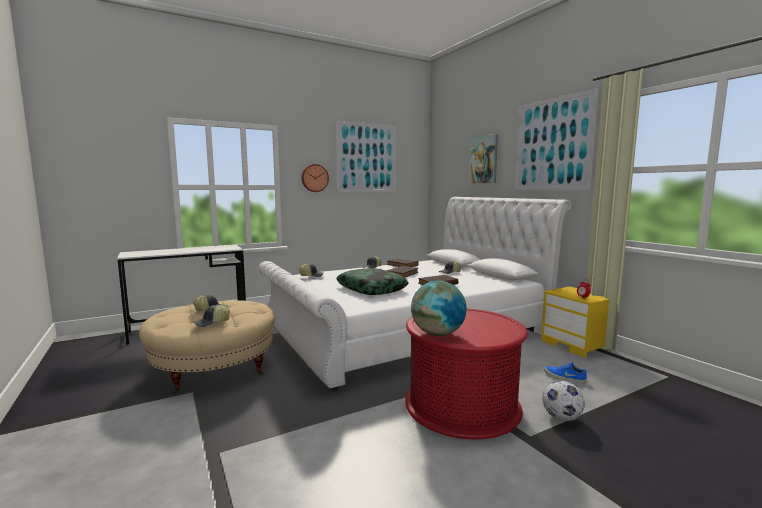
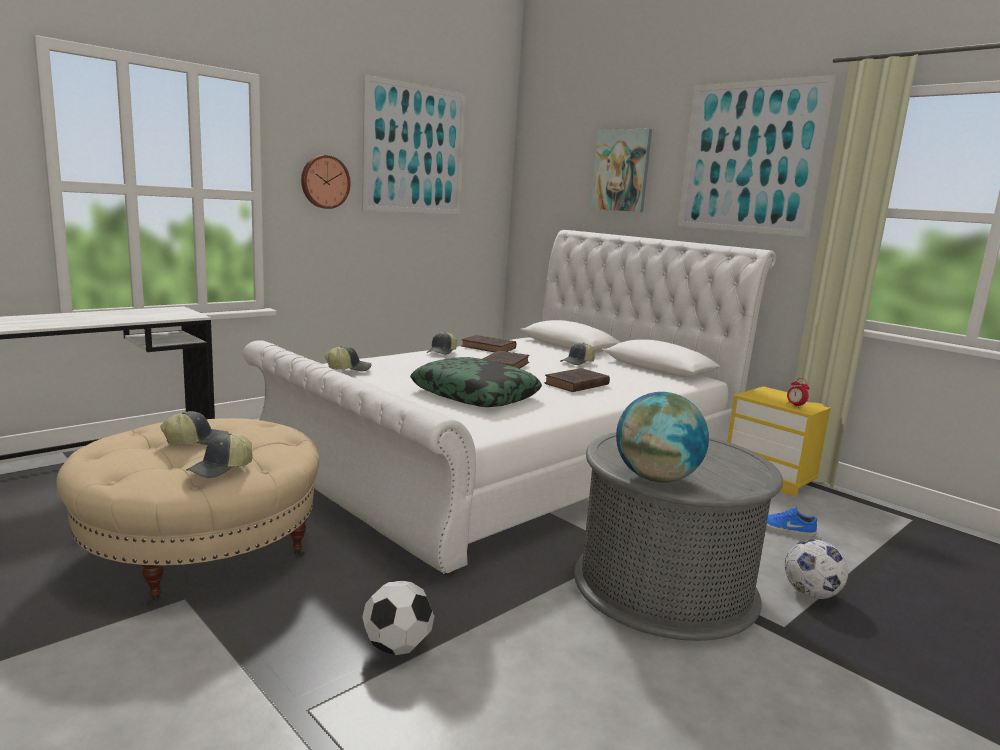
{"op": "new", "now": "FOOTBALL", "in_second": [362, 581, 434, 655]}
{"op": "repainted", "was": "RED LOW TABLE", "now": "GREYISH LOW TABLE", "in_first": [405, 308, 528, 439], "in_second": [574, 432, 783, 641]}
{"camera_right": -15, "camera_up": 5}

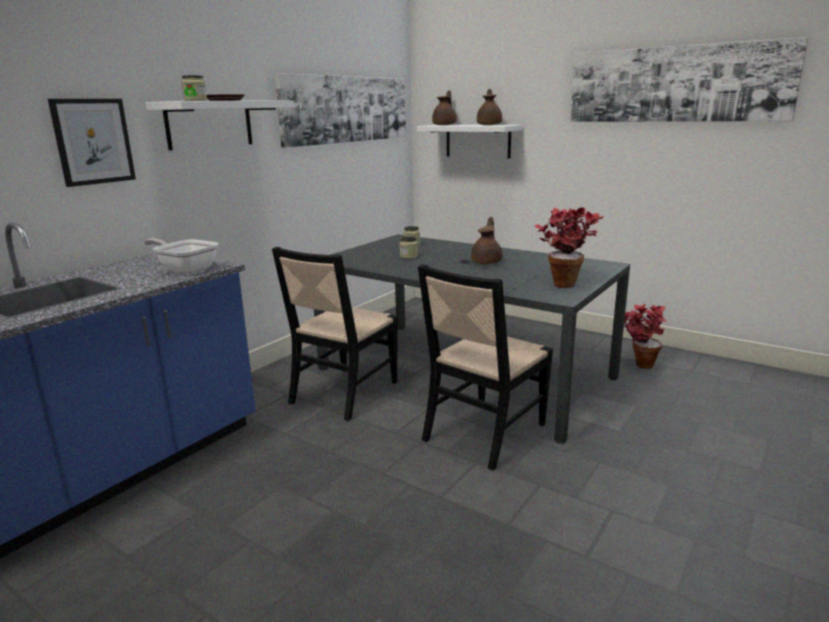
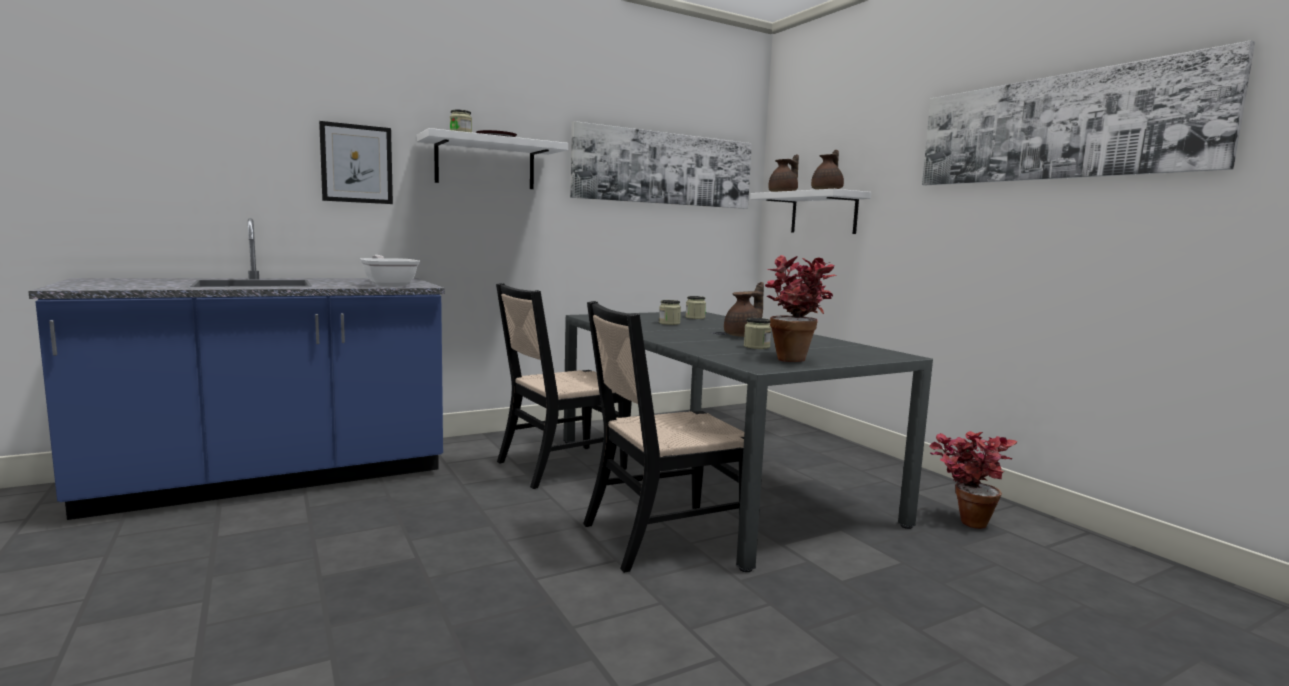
{"op": "new", "now": "JAR", "in_second": [744, 318, 771, 349]}
{"camera_right": 25, "camera_up": -10}

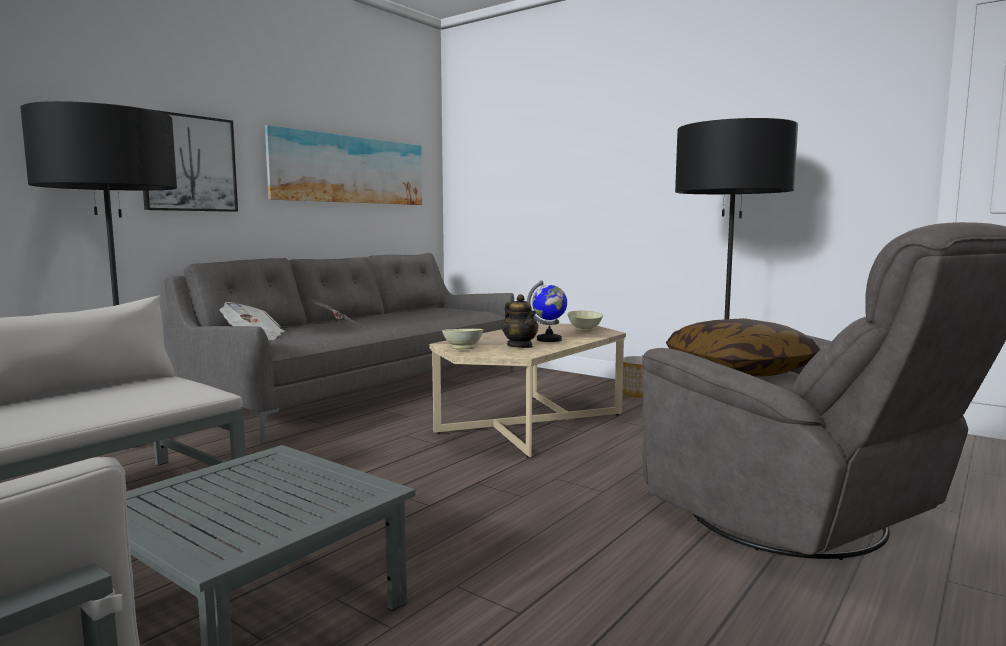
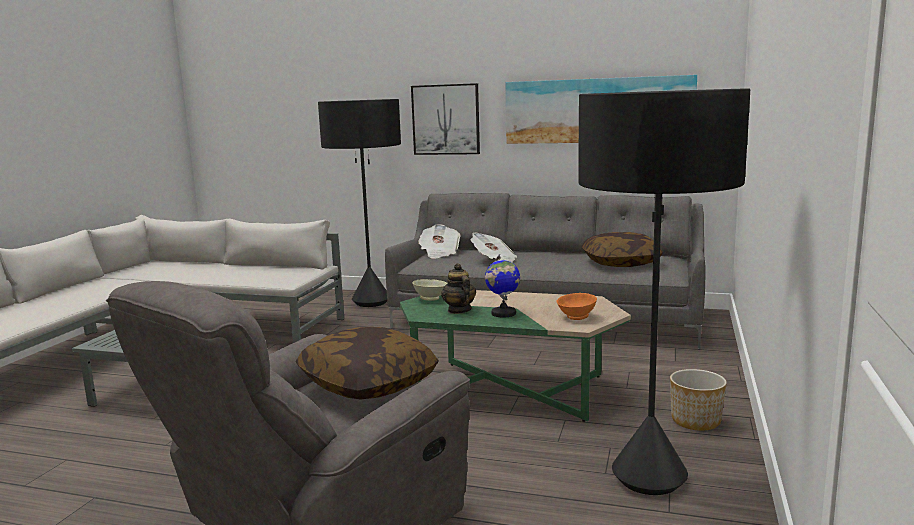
{"op": "new", "now": "CUSHION", "in_second": [582, 232, 663, 267]}
{"op": "repainted", "was": "SAND-COLOURED LOW TABLE", "now": "GREENISH LOW TABLE", "in_first": [429, 323, 626, 458], "in_second": [400, 290, 631, 422]}
{"op": "repainted", "was": "SAND-COLOURED DEEP DISH", "now": "ORANGEY DEEP DISH", "in_first": [567, 311, 603, 332], "in_second": [557, 293, 597, 320]}
{"op": "rotated", "was": "TEAPOT", "in_first": [502, 294, 538, 348], "in_second": [441, 263, 476, 314], "clockwise": 120}
{"camera_right": 70, "camera_up": 5}

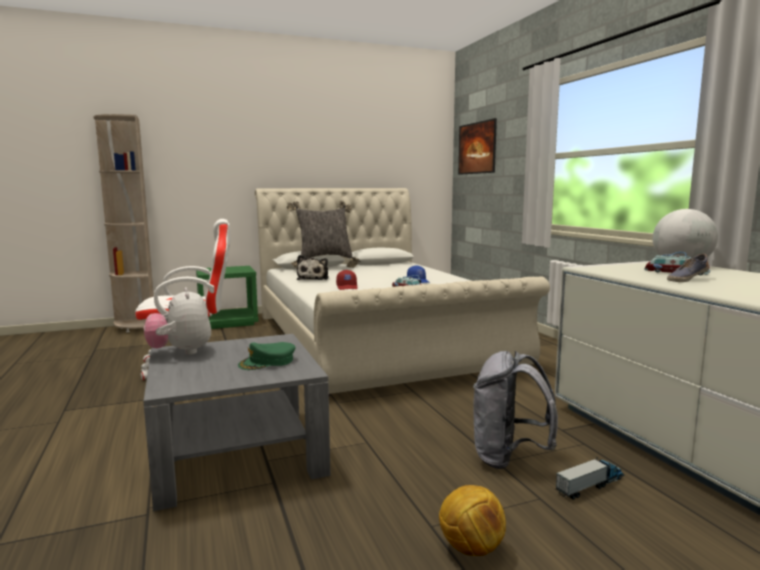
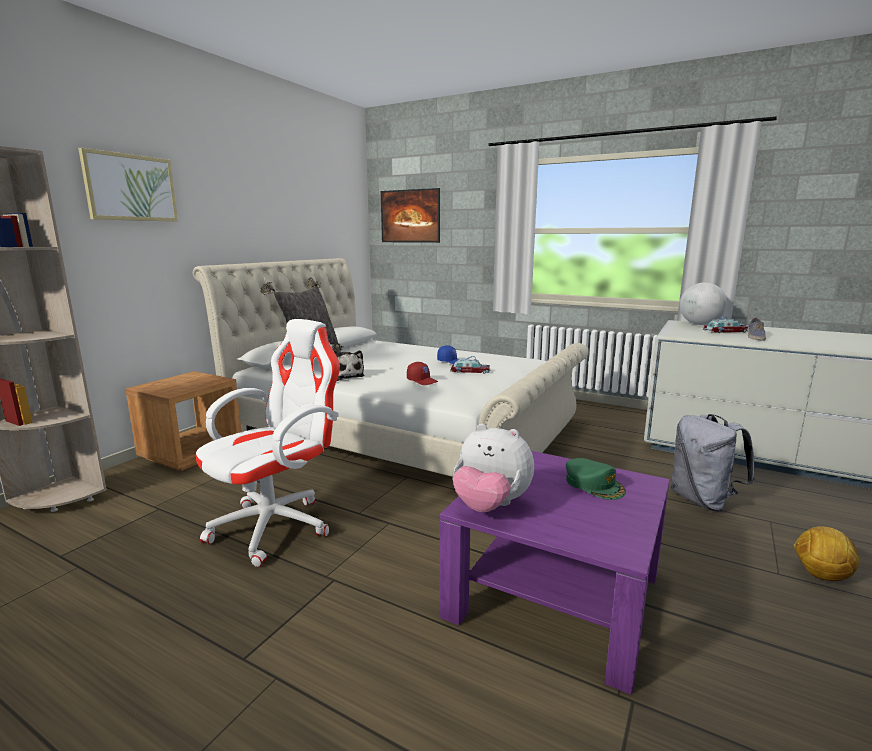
{"op": "gone", "was": "TOY TRUCK", "in_first": [556, 457, 624, 500]}
{"op": "new", "now": "WALL ART", "in_second": [78, 148, 178, 222]}
{"op": "repainted", "was": "GREYISH LOW TABLE", "now": "PURPLE LOW TABLE", "in_first": [143, 334, 330, 511], "in_second": [440, 451, 670, 695]}
{"op": "repainted", "was": "GREENISH BEDSIDE TABLE", "now": "BROWN BEDSIDE TABLE", "in_first": [196, 266, 259, 329], "in_second": [125, 371, 241, 471]}
{"op": "rotated", "was": "GREENISH PEAKED CAP", "in_first": [238, 342, 296, 370], "in_second": [566, 458, 626, 500], "clockwise": -45}
{"camera_right": -40, "camera_up": 5}

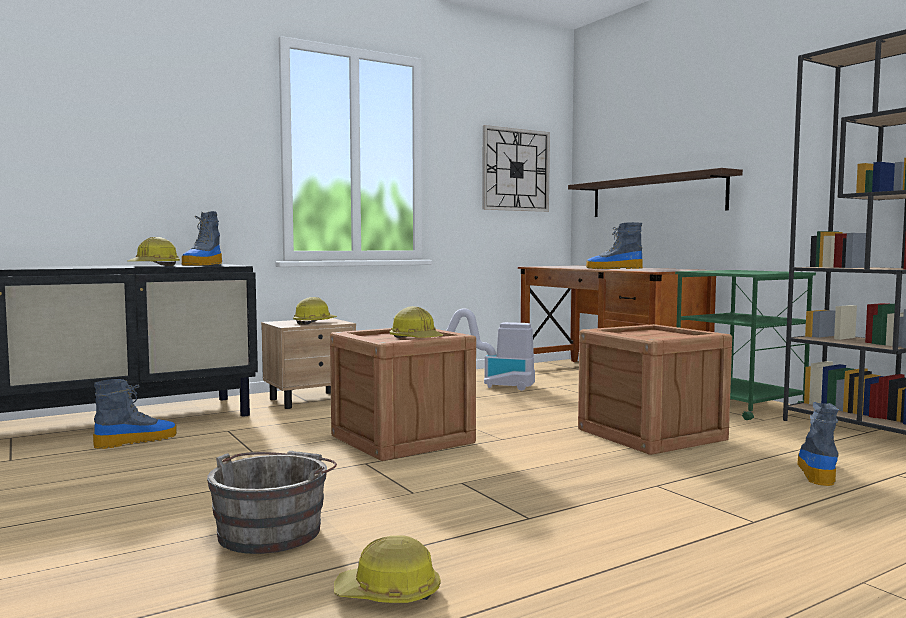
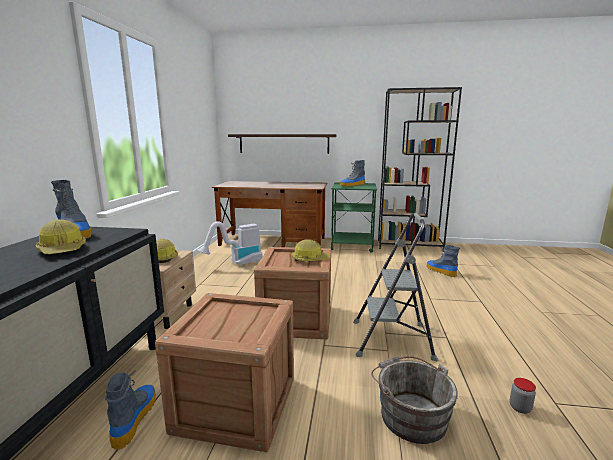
{"op": "gone", "was": "HANGING CLOCK", "in_first": [482, 125, 550, 212]}
{"op": "new", "now": "GREYISH STEP STOOL", "in_second": [353, 213, 438, 361]}
{"op": "shifted", "was": "PACKING CRATE", "in_first": [578, 324, 732, 455], "in_second": [155, 293, 294, 452]}
{"op": "shifted", "was": "TALL BOOT", "in_first": [586, 222, 643, 269], "in_second": [340, 160, 365, 187]}
{"op": "swapped", "was": "WORK HELMET", "now": "JAR", "in_first": [334, 536, 441, 603], "in_second": [510, 378, 536, 414]}
{"camera_right": -50, "camera_up": 10}

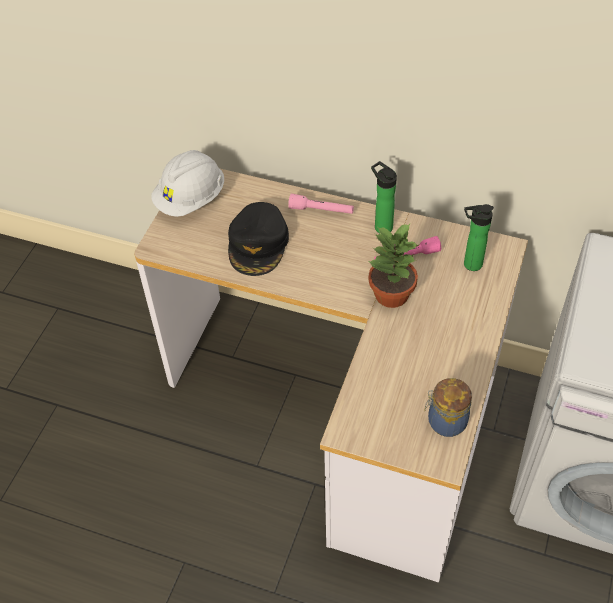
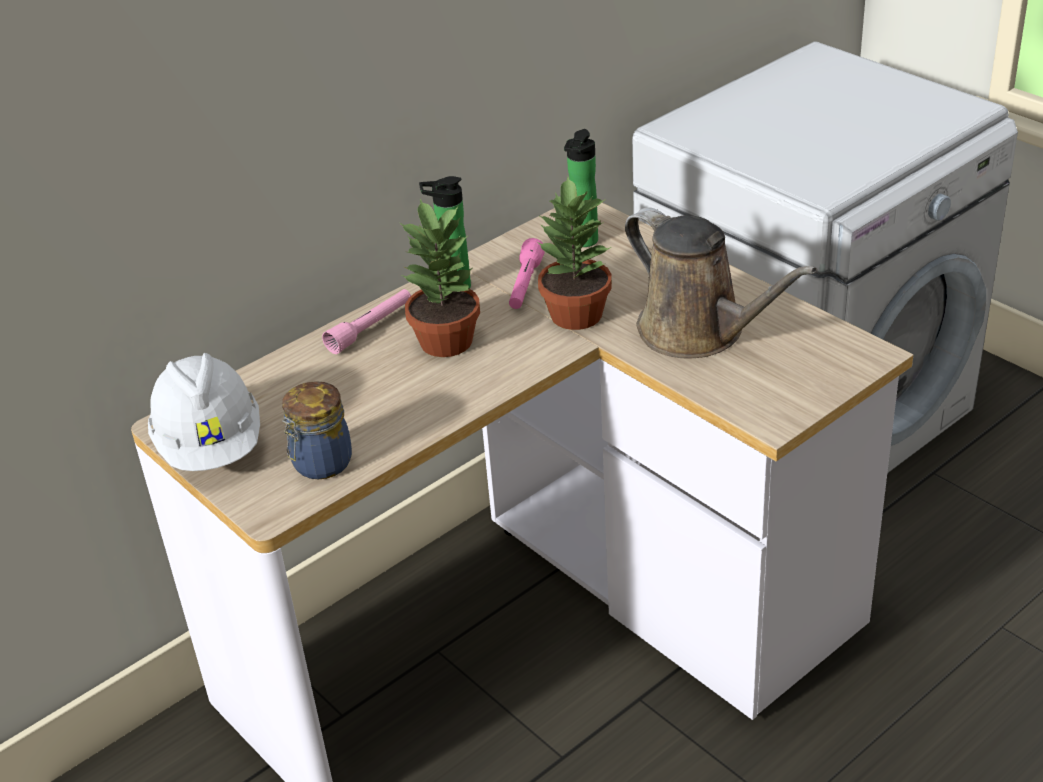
{"op": "gone", "was": "BLACKISH PEAKED CAP", "in_first": [228, 202, 289, 276]}
{"op": "new", "now": "POTTED PLANT", "in_second": [400, 199, 480, 357]}
{"op": "new", "now": "BROWN WATERING CAN", "in_second": [625, 207, 817, 358]}
{"op": "shifted", "was": "JAR", "in_first": [424, 378, 472, 437], "in_second": [282, 381, 352, 480]}
{"camera_right": -60, "camera_up": -15}

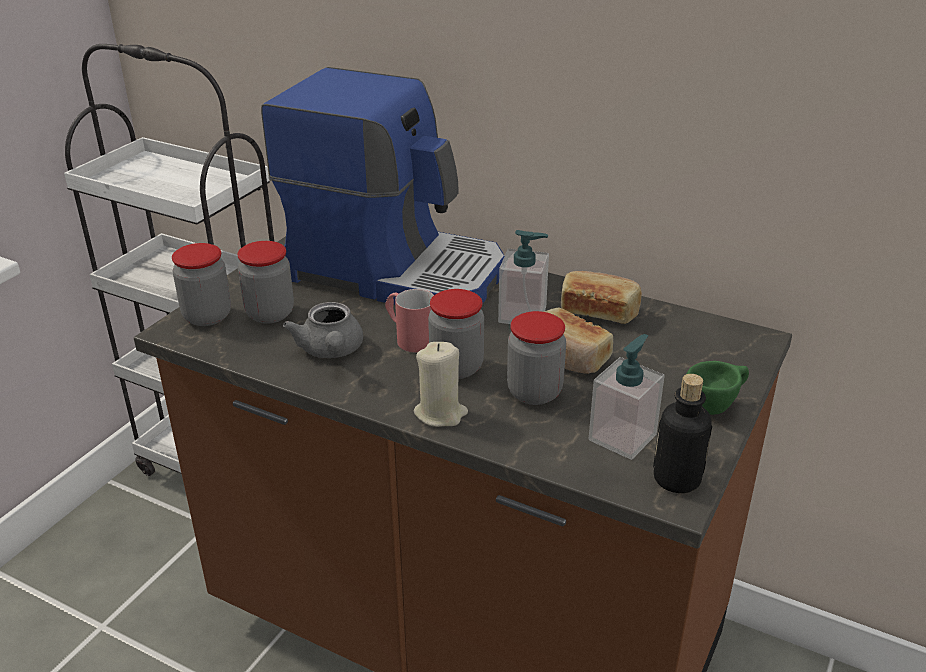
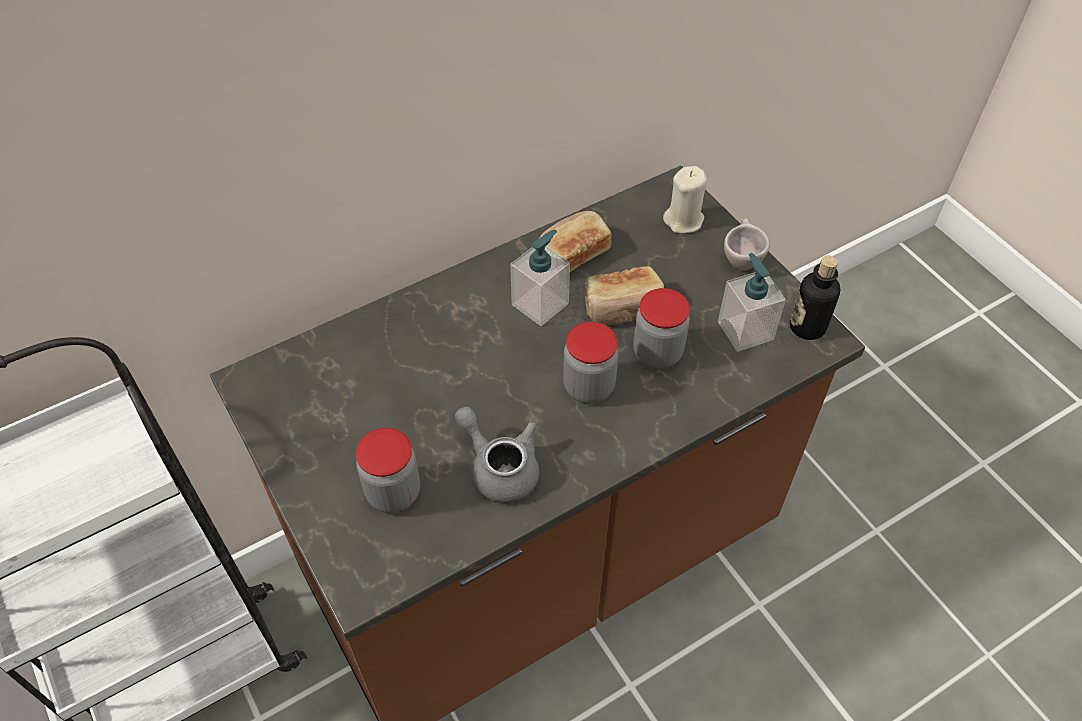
{"op": "gone", "was": "JAR", "in_first": [172, 243, 231, 326]}
{"op": "gone", "was": "COFFEE MACHINE", "in_first": [261, 67, 505, 305]}
{"op": "gone", "was": "RED MUG", "in_first": [385, 289, 434, 353]}
{"op": "shifted", "was": "SAND-COLOURED CANDLE", "in_first": [414, 342, 468, 427], "in_second": [663, 166, 707, 233]}
{"op": "repainted", "was": "GREENISH CUP", "now": "SAND-COLOURED CUP", "in_first": [687, 361, 749, 415], "in_second": [724, 218, 770, 271]}
{"op": "rotated", "was": "GREYISH TEAPOT", "in_first": [283, 302, 363, 358], "in_second": [455, 406, 539, 503], "clockwise": -150}
{"camera_right": -60, "camera_up": 20}

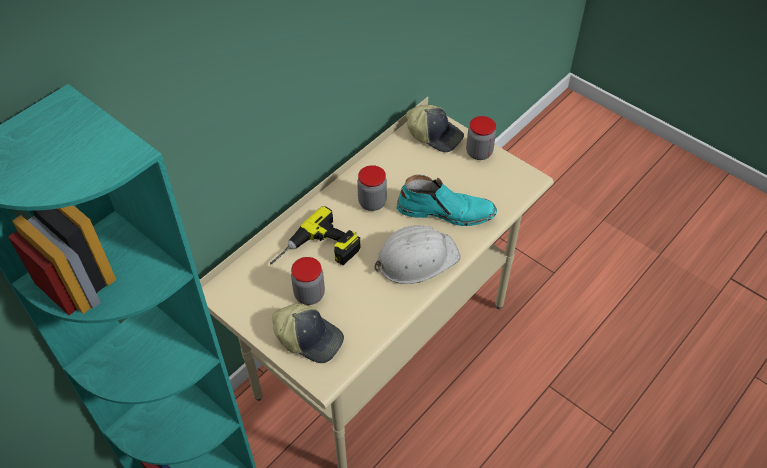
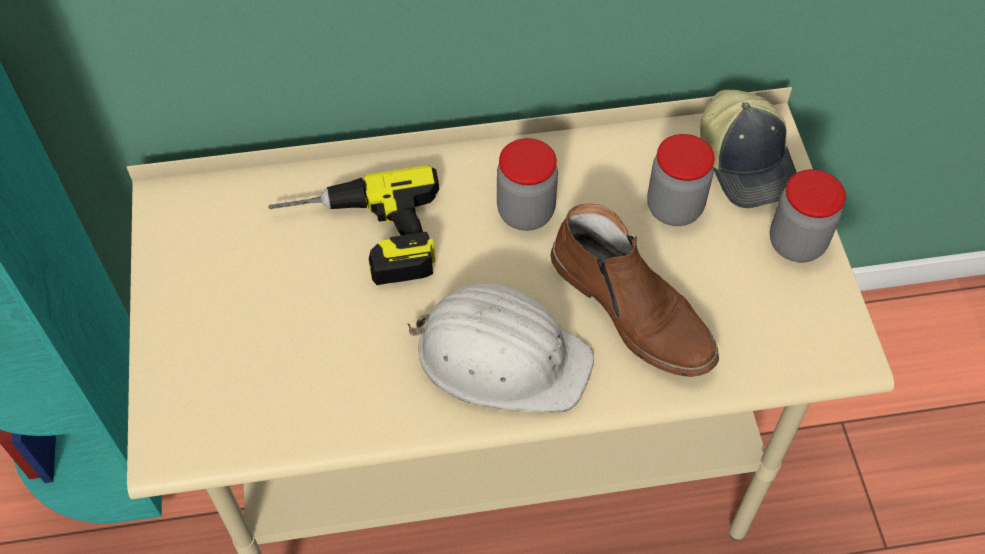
{"op": "gone", "was": "PEAKED CAP", "in_first": [272, 304, 344, 363]}
{"op": "shifted", "was": "JAR", "in_first": [291, 257, 325, 305], "in_second": [647, 134, 715, 226]}
{"op": "repainted", "was": "BLUE-GREEN TALL BOOT", "now": "BROWN TALL BOOT", "in_first": [397, 175, 497, 226], "in_second": [550, 204, 719, 377]}
{"camera_right": 40, "camera_up": 5}

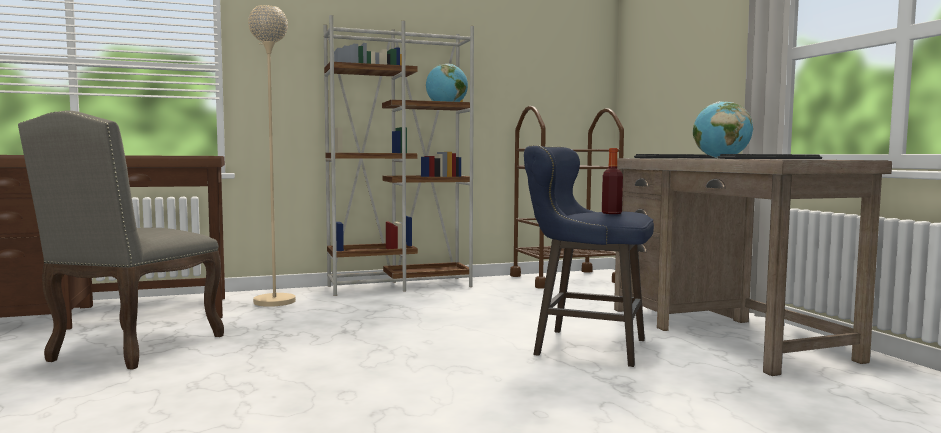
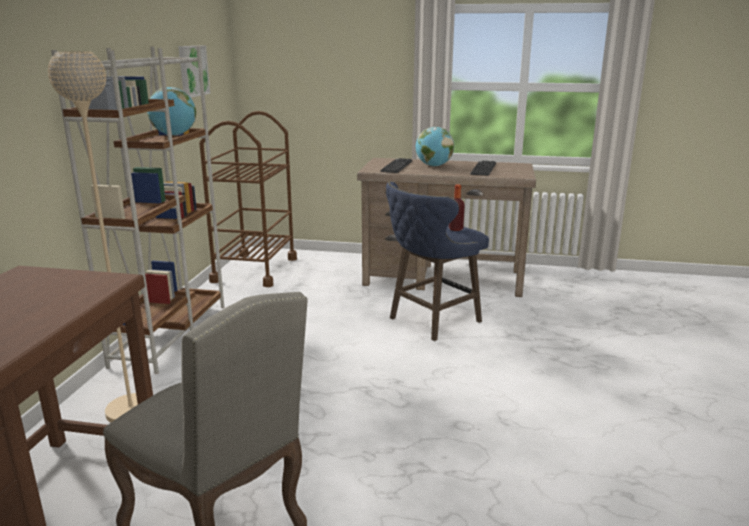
{"op": "new", "now": "WALL ART", "in_second": [178, 45, 210, 98]}
{"camera_right": -60, "camera_up": 15}

